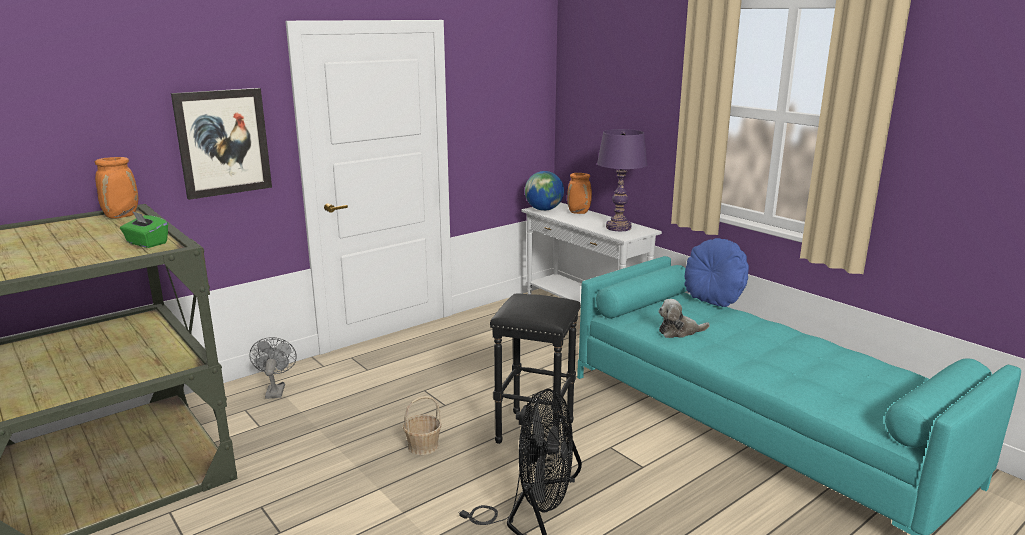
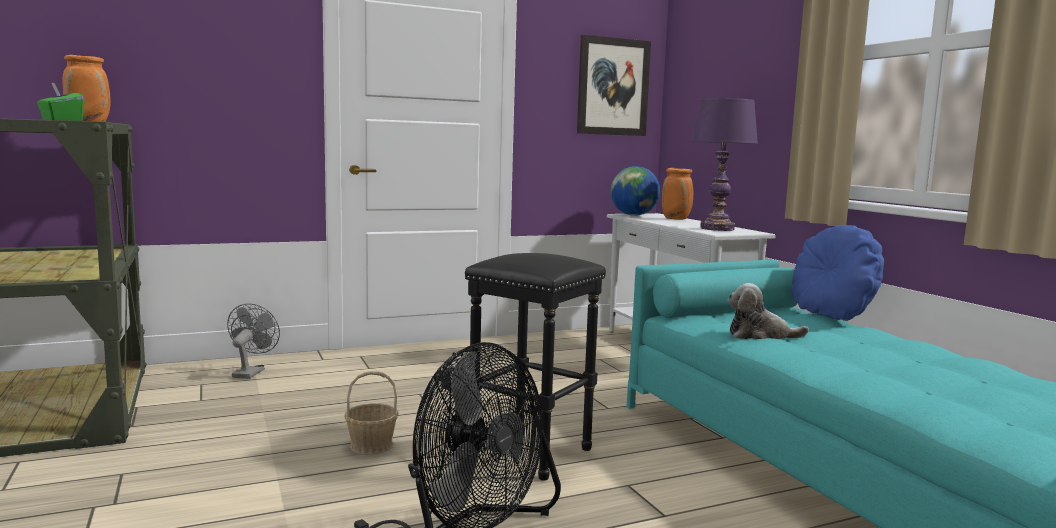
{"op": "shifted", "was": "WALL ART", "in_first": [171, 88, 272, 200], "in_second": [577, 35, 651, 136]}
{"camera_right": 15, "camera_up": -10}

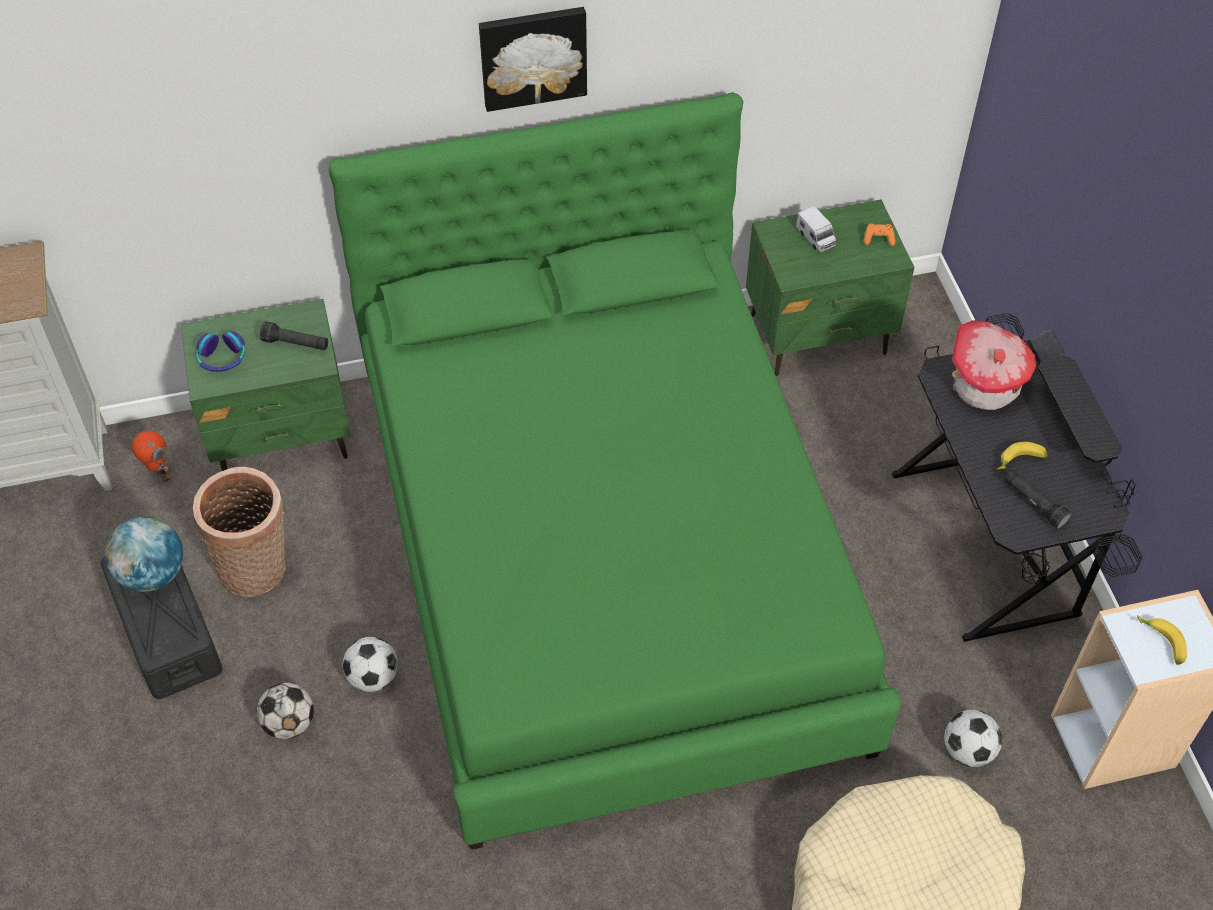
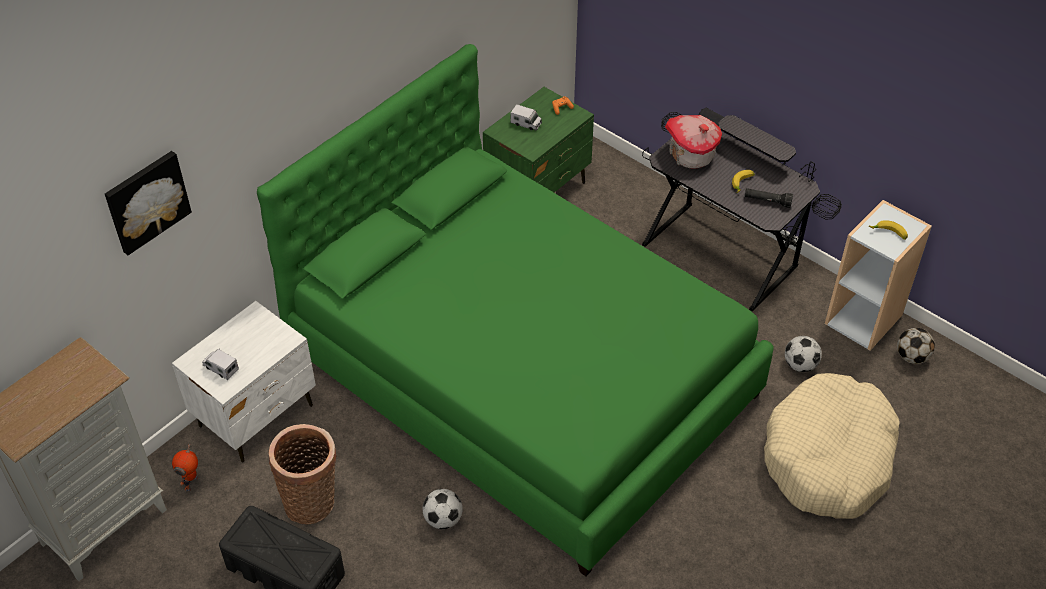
{"op": "gone", "was": "DESK GLOBE", "in_first": [105, 516, 183, 592]}
{"op": "gone", "was": "BLACKISH TORCH", "in_first": [260, 321, 328, 350]}
{"op": "shifted", "was": "FOOTBALL", "in_first": [257, 683, 314, 739], "in_second": [897, 328, 935, 364]}
{"op": "shifted", "was": "WALL ART", "in_first": [479, 7, 587, 112], "in_second": [105, 151, 192, 255]}
{"op": "swapped", "was": "HEADSET", "now": "TOY TRUCK", "in_first": [196, 331, 245, 372], "in_second": [202, 349, 239, 380]}
{"op": "repainted", "was": "GREENISH BEDSIDE TABLE", "now": "WHITE BEDSIDE TABLE", "in_first": [181, 299, 351, 471], "in_second": [172, 301, 316, 463]}
{"op": "rotated", "was": "TOY ROBOT", "in_first": [132, 431, 170, 482], "in_second": [172, 444, 198, 491], "clockwise": -75}
{"camera_right": -35, "camera_up": -5}

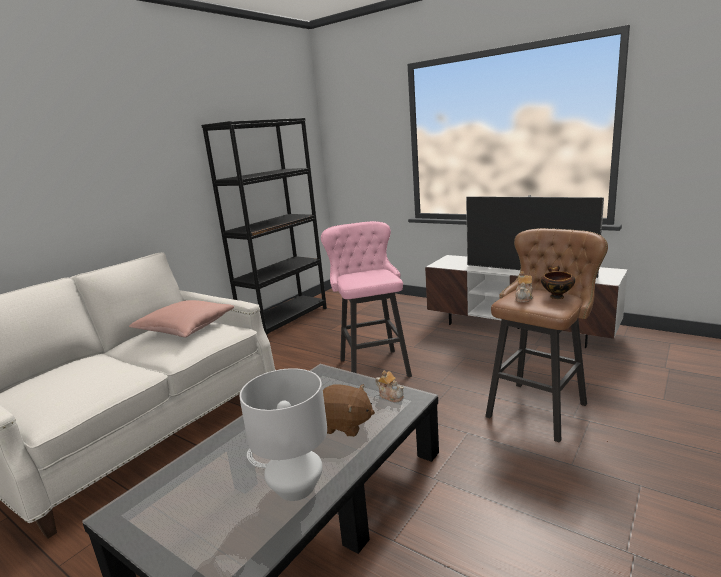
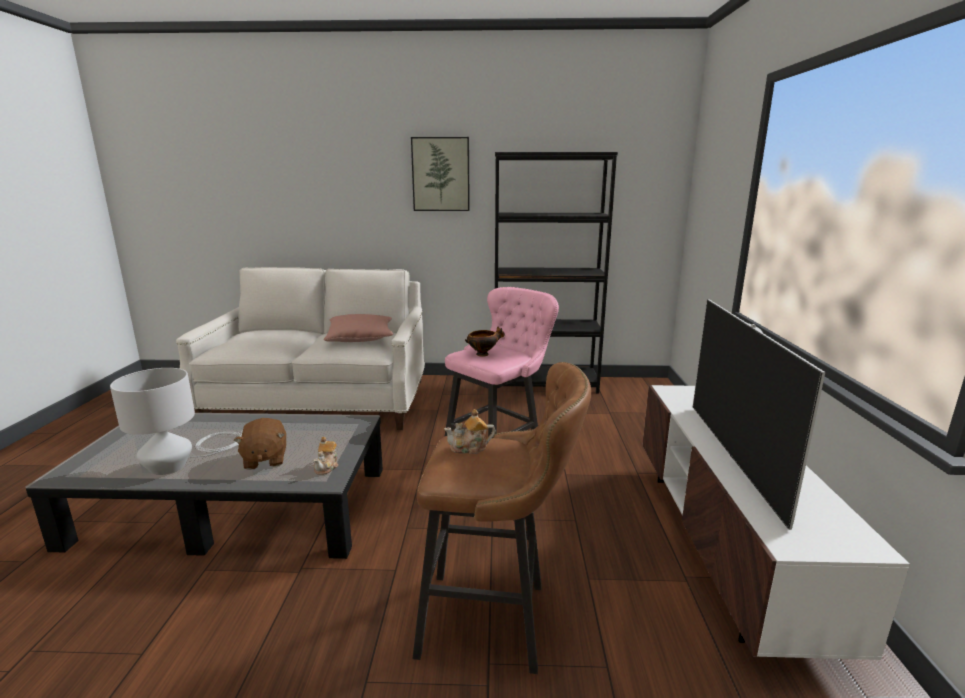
{"op": "new", "now": "WALL ART", "in_second": [411, 137, 470, 211]}
{"op": "shifted", "was": "DEEP DISH", "in_first": [541, 266, 575, 299], "in_second": [465, 326, 505, 356]}
{"camera_right": 55, "camera_up": 0}

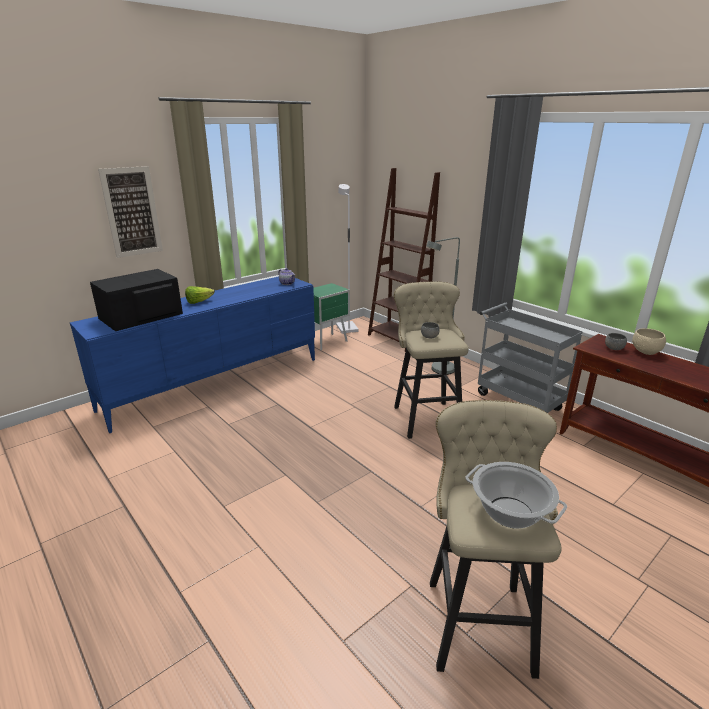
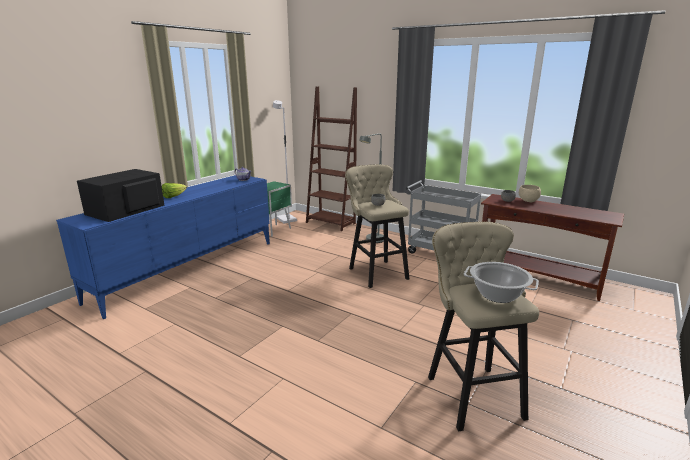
{"op": "gone", "was": "WALL ART", "in_first": [98, 166, 163, 258]}
{"camera_right": -15, "camera_up": -5}

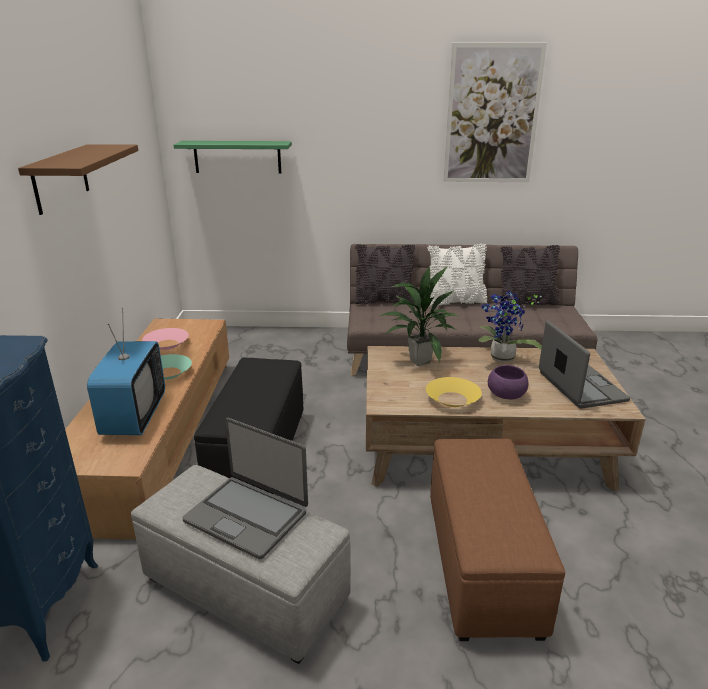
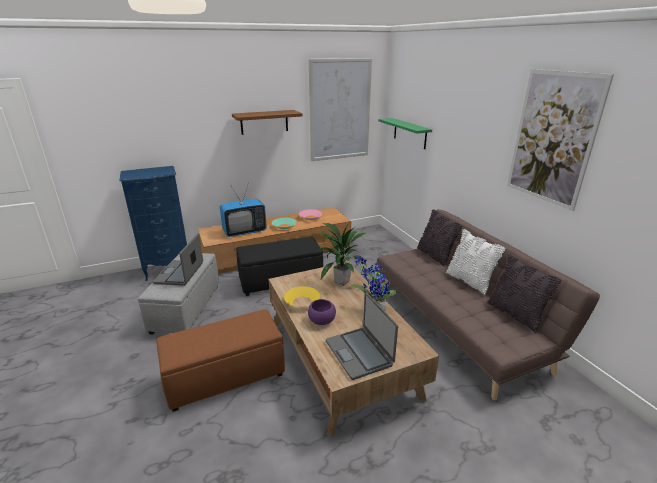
{"op": "new", "now": "WALL ART", "in_second": [309, 58, 372, 161]}
{"op": "rotated", "was": "NOTEBOOK COMPUTER", "in_first": [539, 321, 630, 409], "in_second": [326, 292, 398, 380], "clockwise": 105}
{"camera_right": 65, "camera_up": 0}

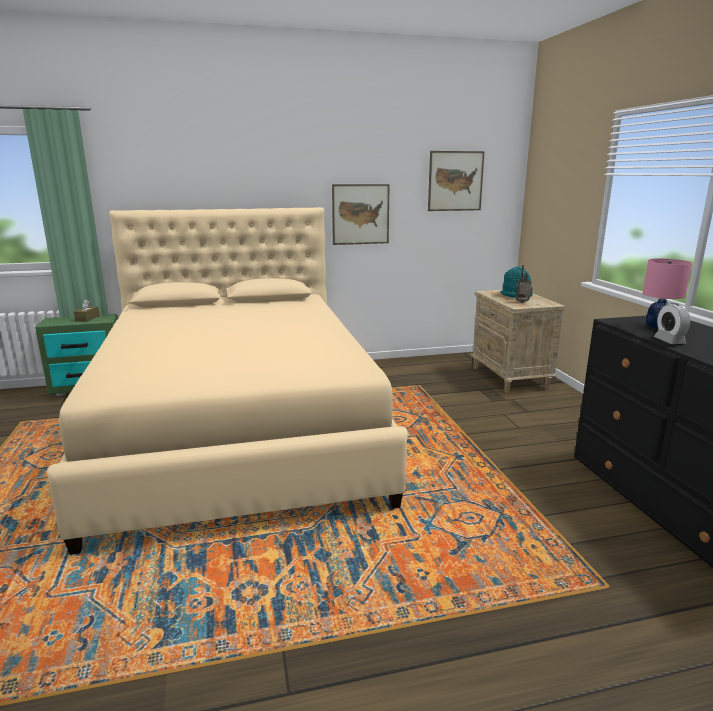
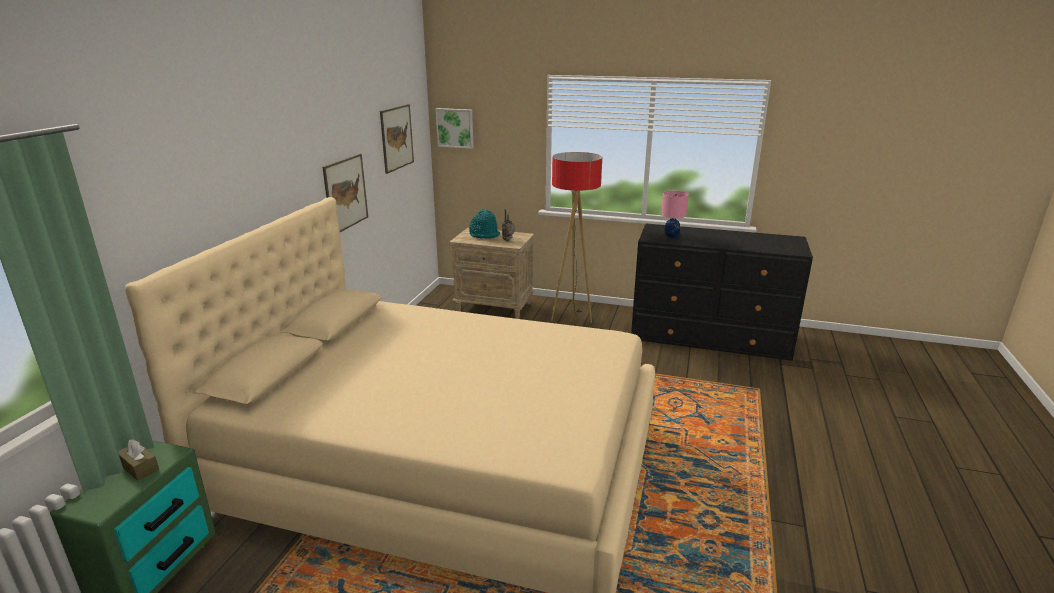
{"op": "gone", "was": "ALARM CLOCK", "in_first": [654, 303, 690, 344]}
{"op": "new", "now": "WALL ART", "in_second": [436, 108, 473, 149]}
{"op": "new", "now": "STANDING LAMP", "in_second": [551, 152, 602, 323]}
{"camera_right": -60, "camera_up": 5}

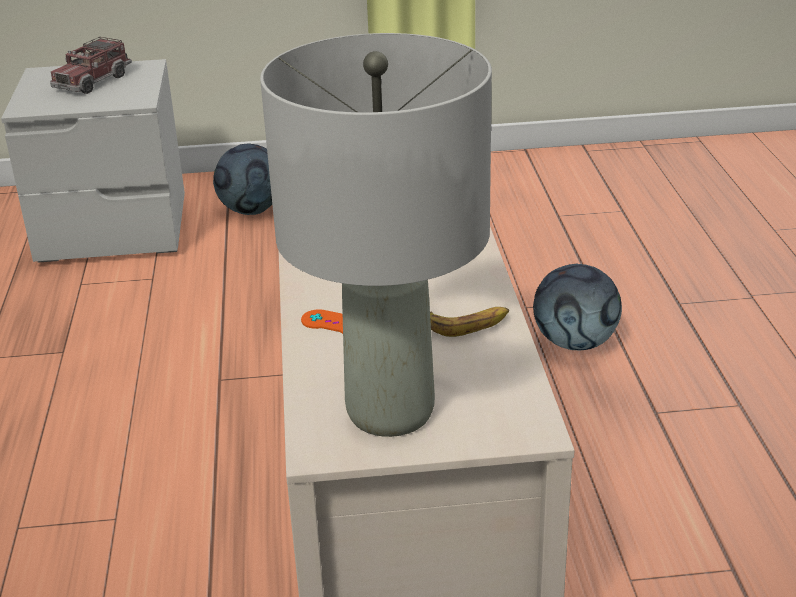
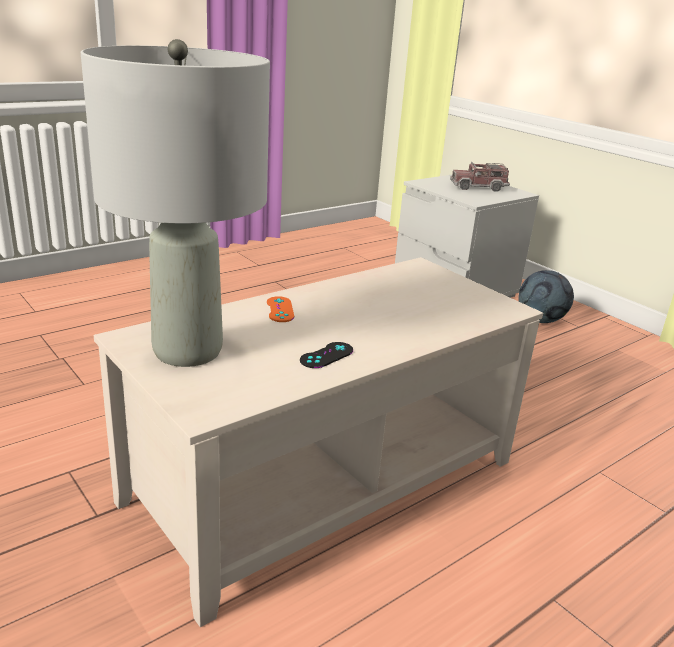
{"op": "gone", "was": "FOOTBALL", "in_first": [533, 264, 622, 350]}
{"op": "swapped", "was": "BANANA", "now": "BLACKISH GAMEPAD", "in_first": [430, 307, 509, 337], "in_second": [300, 342, 353, 368]}
{"camera_right": 55, "camera_up": -5}

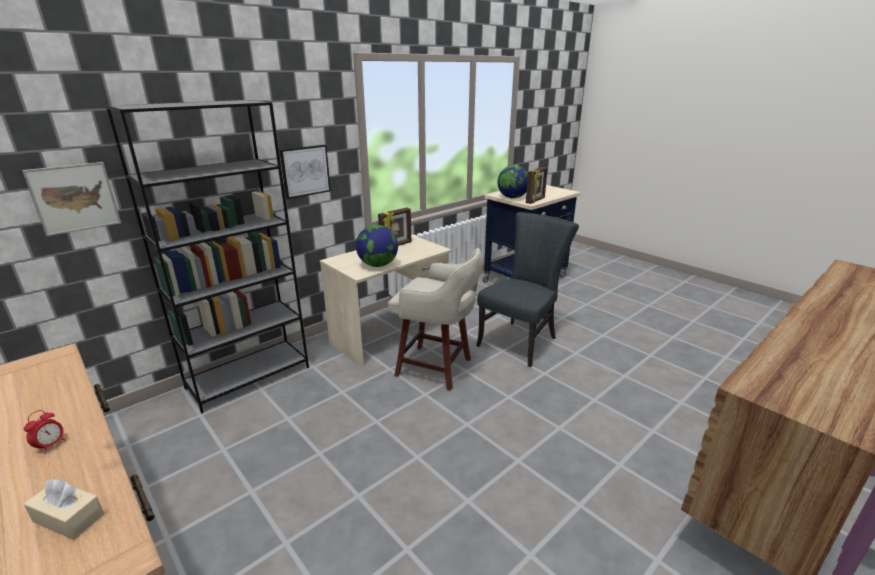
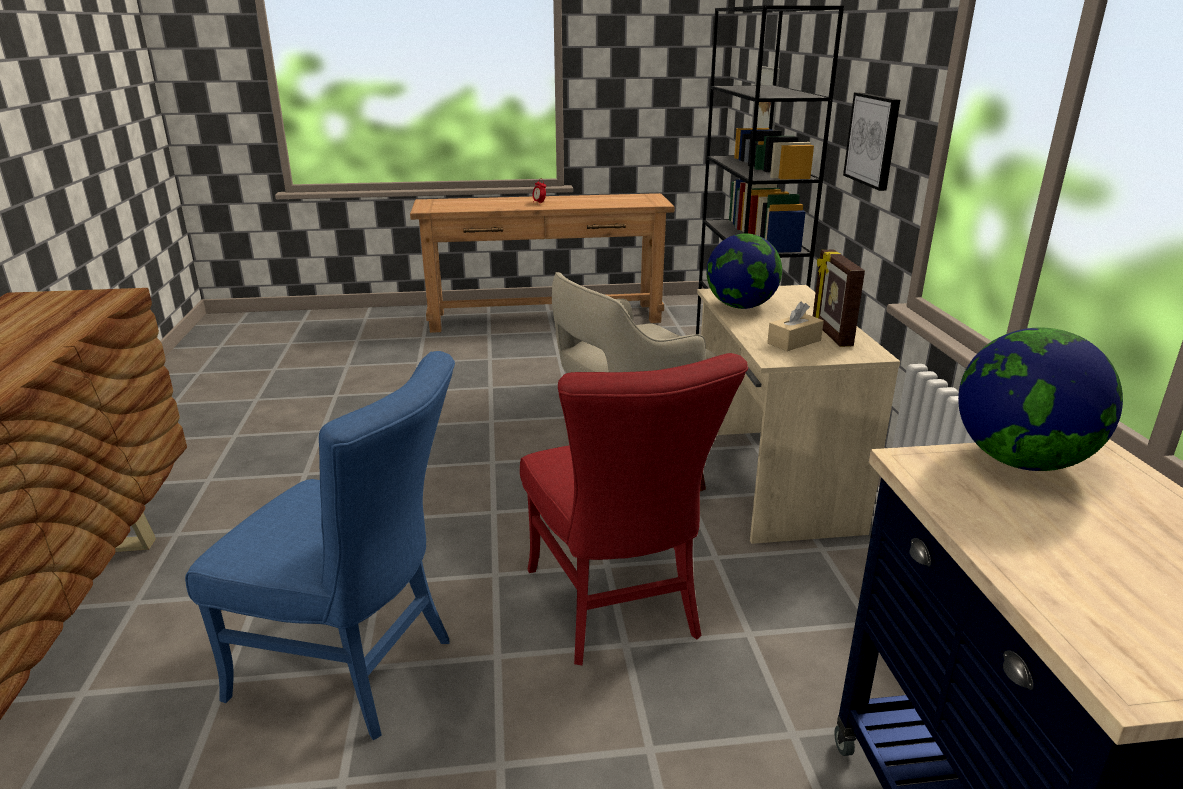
{"op": "gone", "was": "STANDING FRAME", "in_first": [526, 167, 548, 204]}
{"op": "new", "now": "BLUE CHAIR", "in_second": [185, 351, 455, 740]}
{"op": "shifted", "was": "SAND-COLOURED TISSUE HOLDER", "in_first": [24, 479, 104, 540], "in_second": [767, 301, 824, 351]}
{"op": "repainted", "was": "GREYISH CHAIR", "now": "RED CHAIR", "in_first": [476, 212, 579, 367], "in_second": [520, 353, 748, 665]}
{"camera_right": 125, "camera_up": 0}

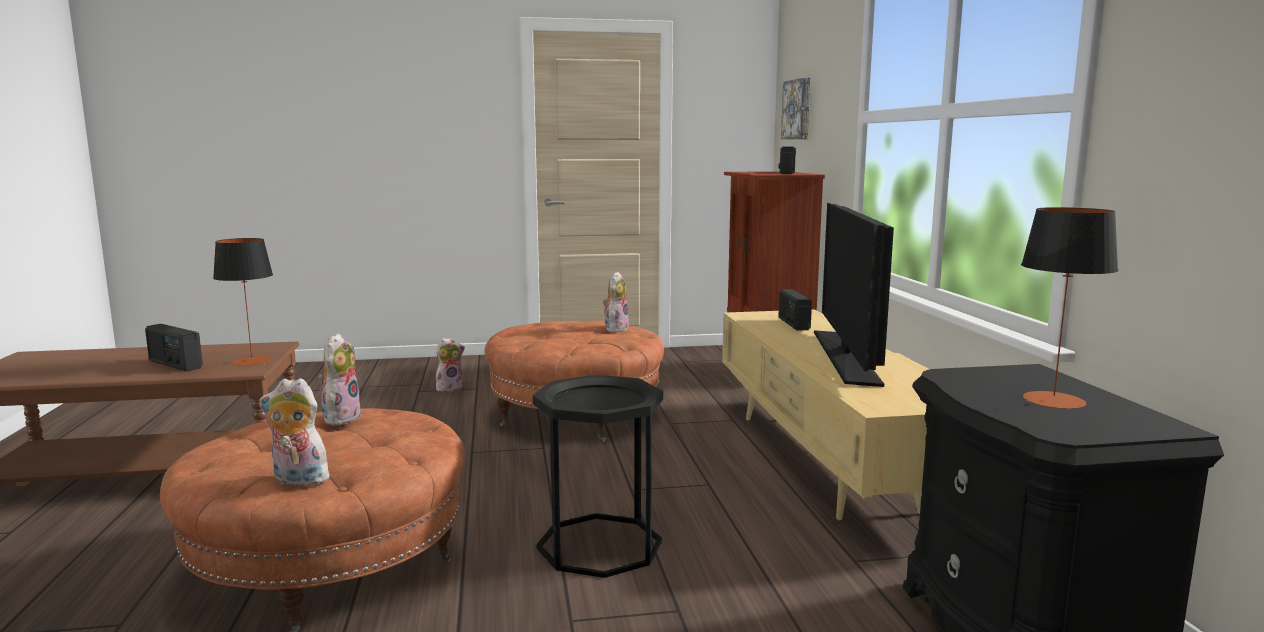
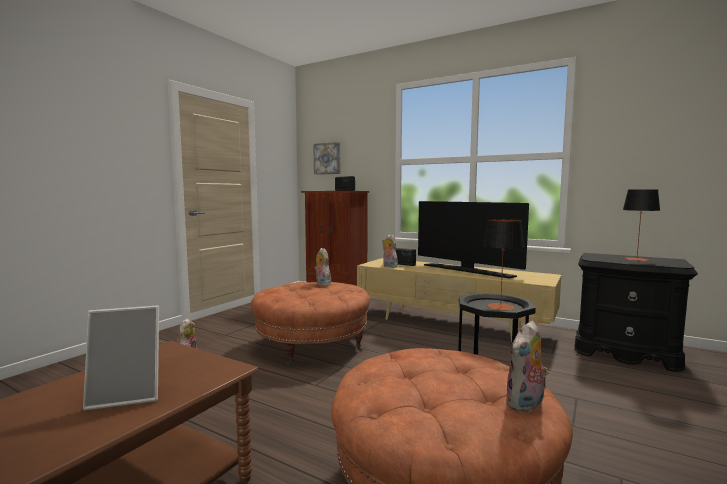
{"op": "shifted", "was": "TABLE LAMP", "in_first": [213, 238, 273, 366], "in_second": [483, 219, 524, 310]}
{"op": "shifted", "was": "PLUSH TOY", "in_first": [318, 333, 362, 425], "in_second": [382, 234, 398, 268]}
{"op": "swapped", "was": "RADIO SET", "now": "STANDING FRAME", "in_first": [145, 324, 203, 371], "in_second": [83, 305, 159, 411]}
{"camera_right": -50, "camera_up": -5}

